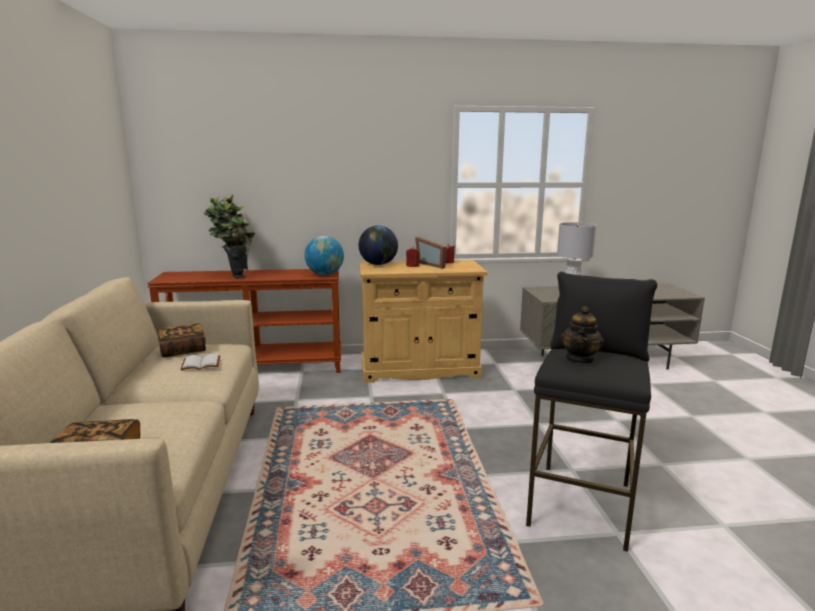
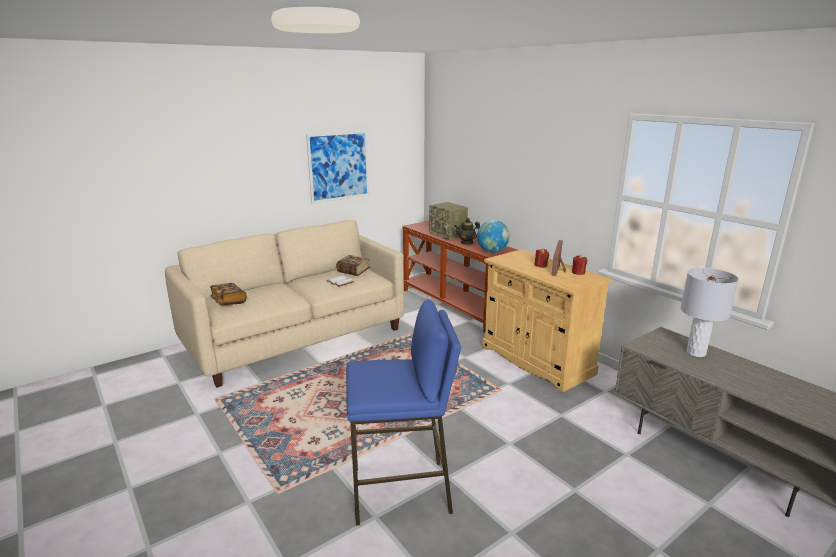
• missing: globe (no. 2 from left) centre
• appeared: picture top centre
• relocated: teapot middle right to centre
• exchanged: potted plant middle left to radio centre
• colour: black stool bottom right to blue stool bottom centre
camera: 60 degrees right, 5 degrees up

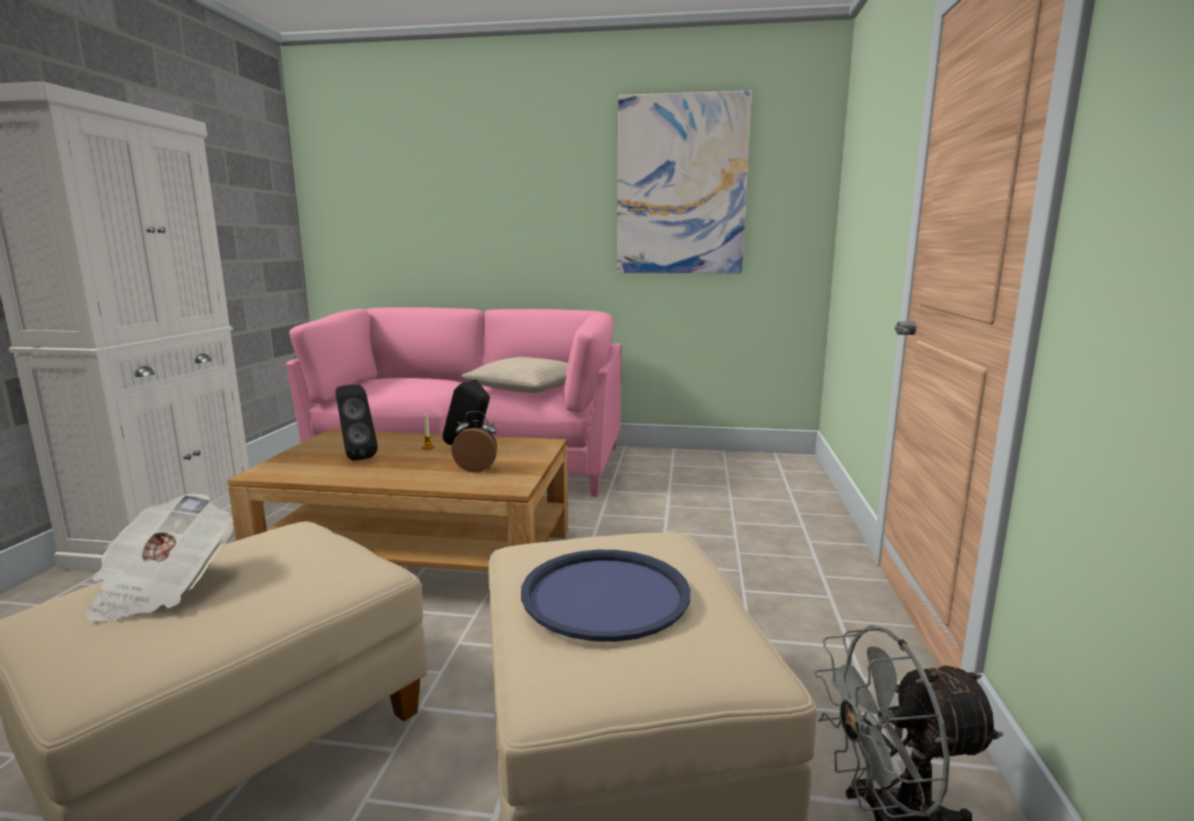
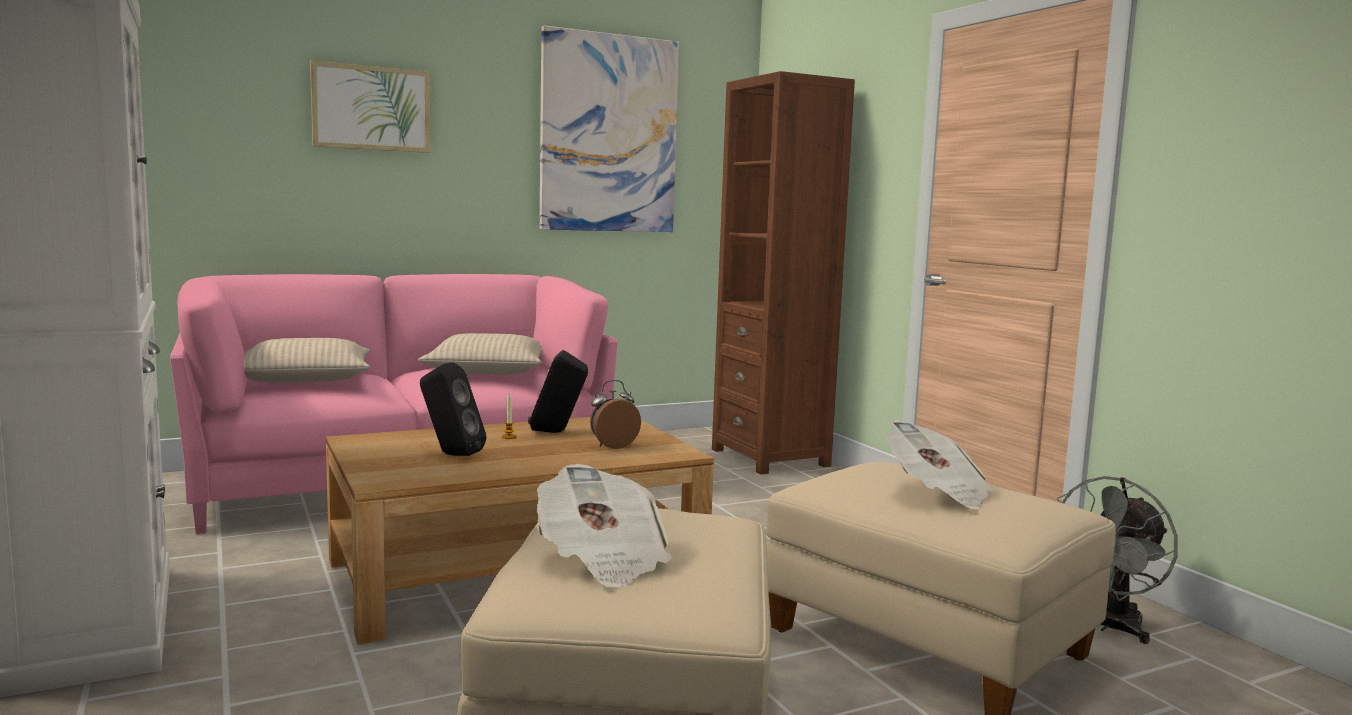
• appeared: beige pillow (no. 1 from left) middle left
• appeared: picture (no. 1 from left) top left
• appeared: brown bookcase centre
• exchanged: blue tray bottom centre to newspaper (no. 2 from left) middle right
camera: 35 degrees left, 5 degrees down

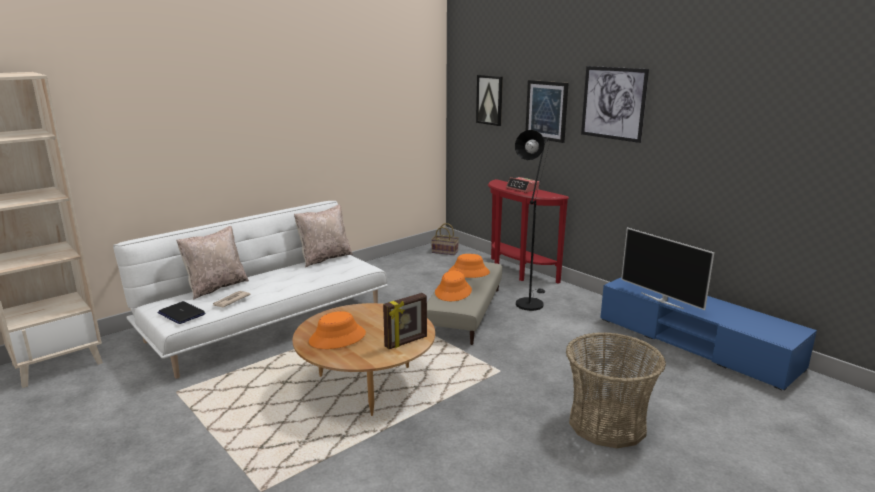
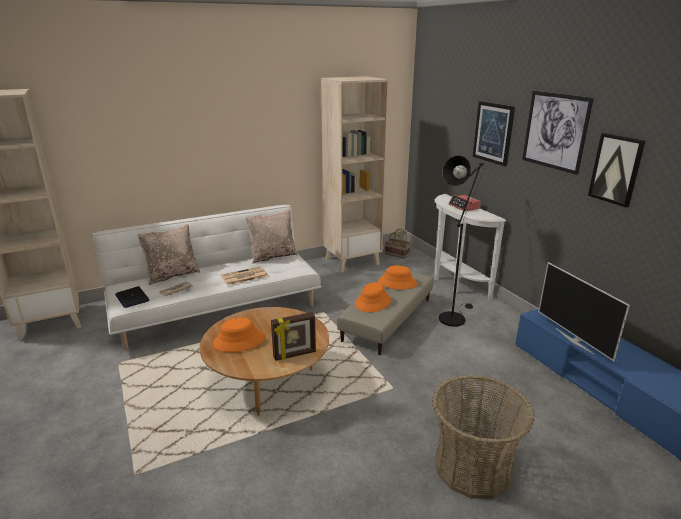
• appeared: newspaper (no. 2 from left) centre
• appeared: beige bookcase (no. 2 from left) centre
• relocated: picture (no. 1 from left in the first image) top centre to picture (no. 3 from left) top right
• colour: red console table centre to white console table middle right
camera: 15 degrees right, 5 degrees up

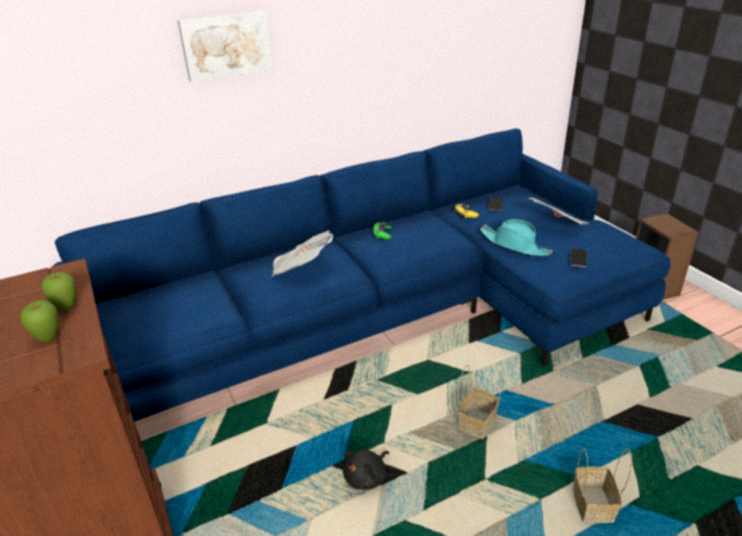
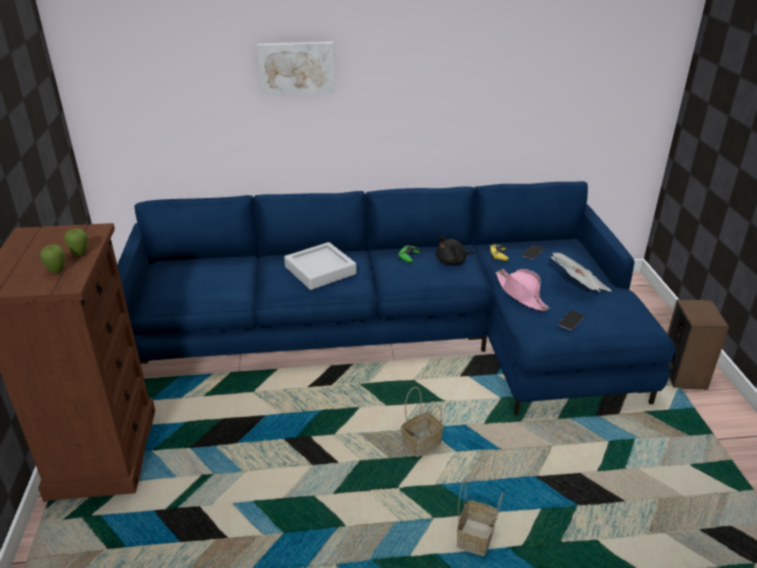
• relocated: black plush toy bottom centre to centre
• exchanged: newspaper (no. 1 from left) centre to grey tray centre
• colour: turquoise hat middle right to pink hat middle right
camera: 20 degrees right, 0 degrees up

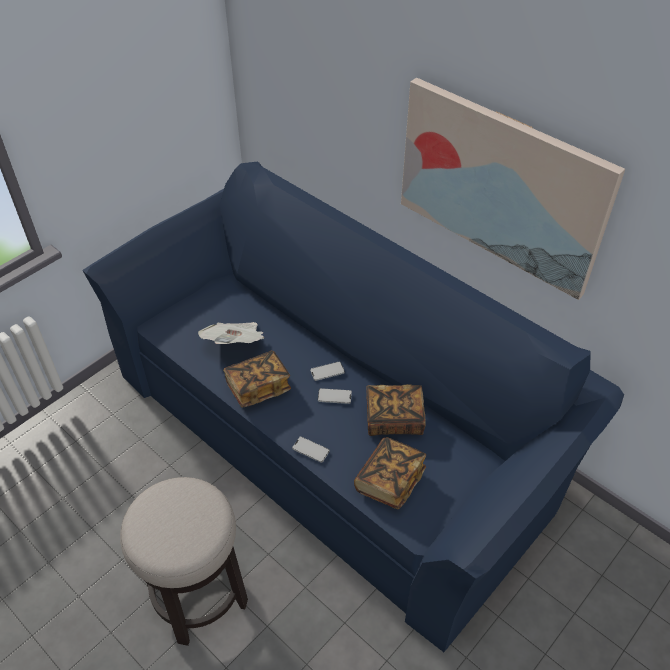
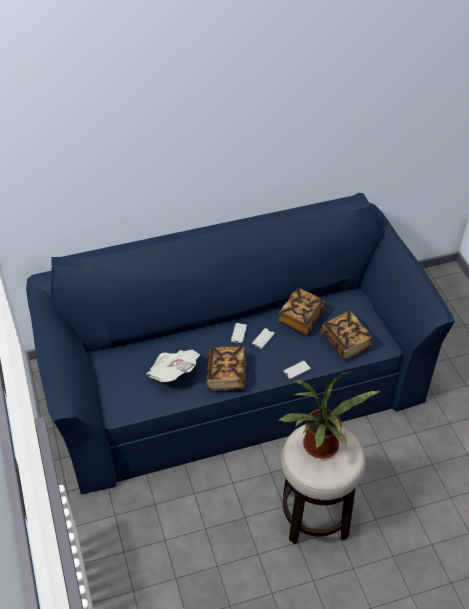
• missing: picture top right
• appeared: potted plant bottom right
camera: 60 degrees left, 0 degrees up

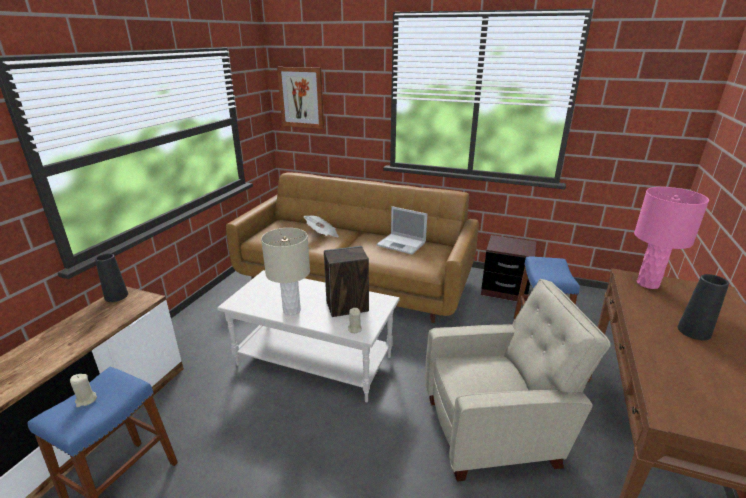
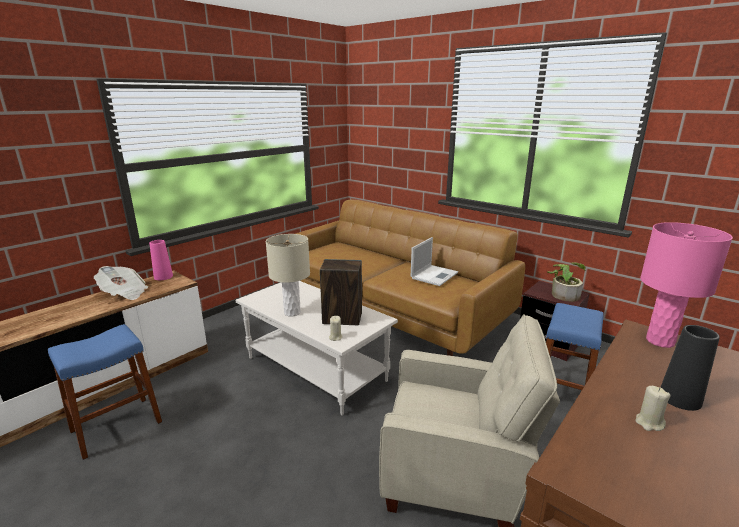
• missing: picture top centre
• appeared: potted plant middle right
• relocated: beige candle (no. 1 from left in the first image) bottom left to beige candle (no. 2 from left) bottom right
• relocated: newspaper centre to middle left
• colour: black vase (no. 1 from left) middle left to pink vase middle left
• spun: laptop centre = centre 105 degrees counterclockwise
camera: 20 degrees right, 5 degrees down

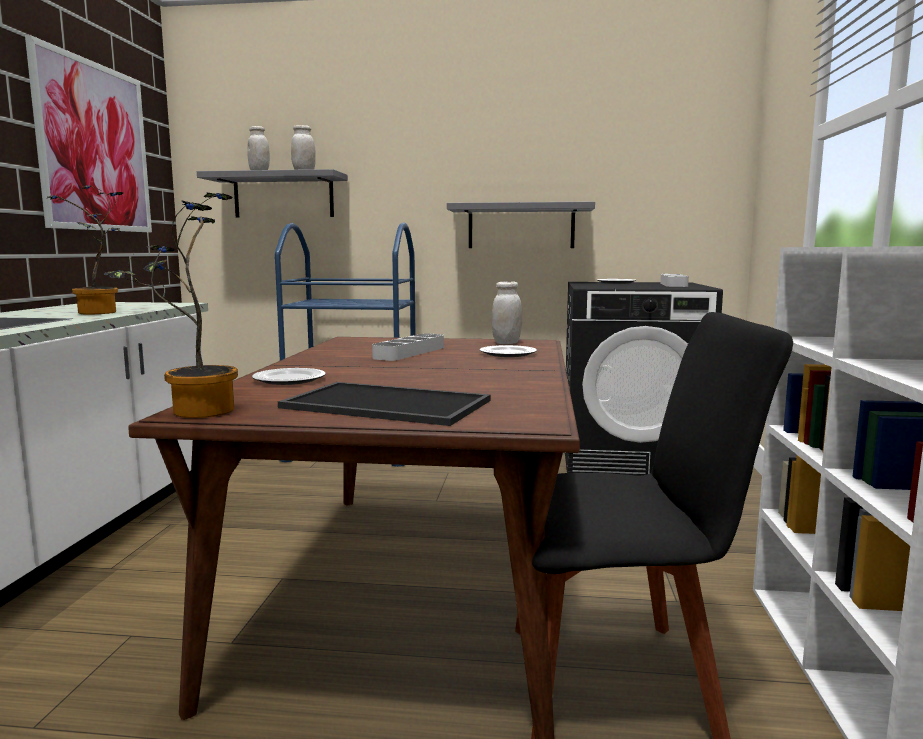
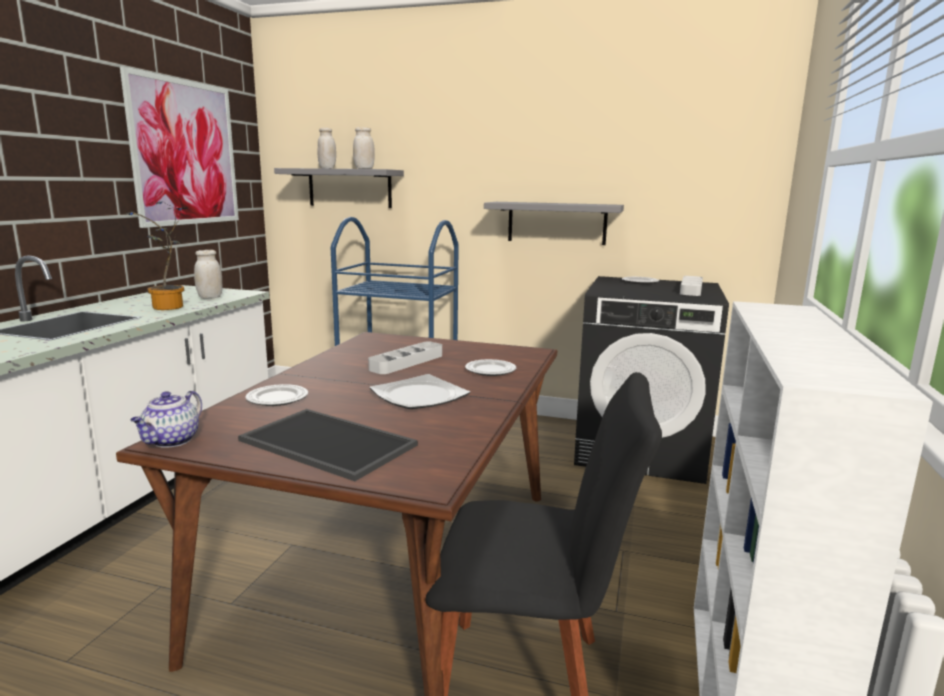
• appeared: plate (no. 2 from left) centre
• relocated: white jar (no. 3 from left in the first image) centre to white jar (no. 1 from left) middle left
• exchanged: potted plant (no. 2 from left) middle left to teapot middle left
camera: 10 degrees right, 5 degrees up

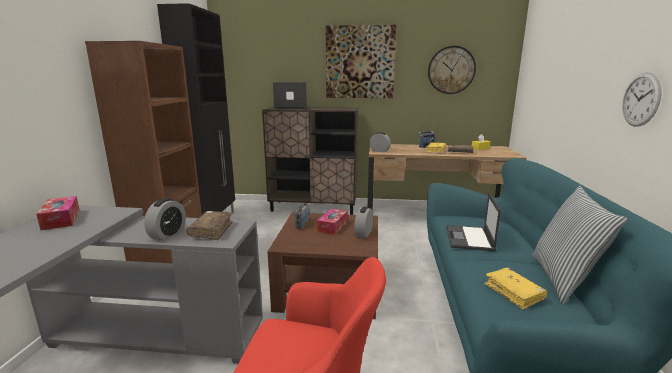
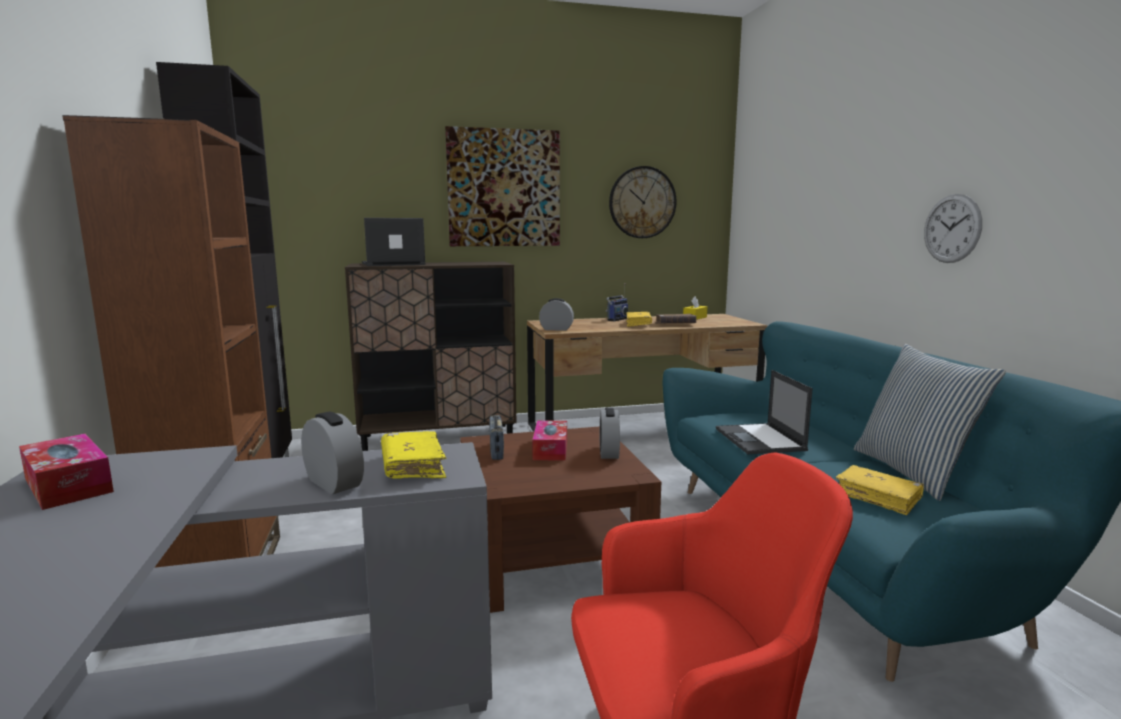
• colour: brown book (no. 1 from left) middle left to yellow book (no. 1 from left) centre
• spun: alarm clock (no. 1 from left) middle left = middle left 45 degrees counterclockwise
camera: 20 degrees left, 5 degrees down

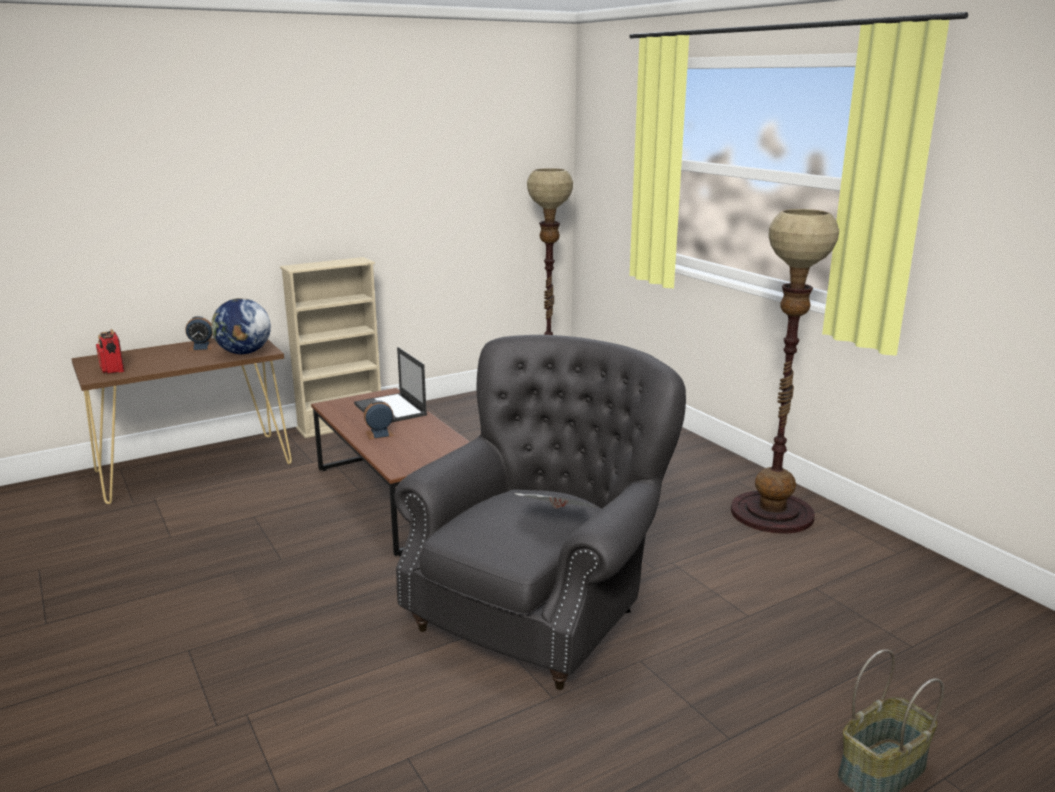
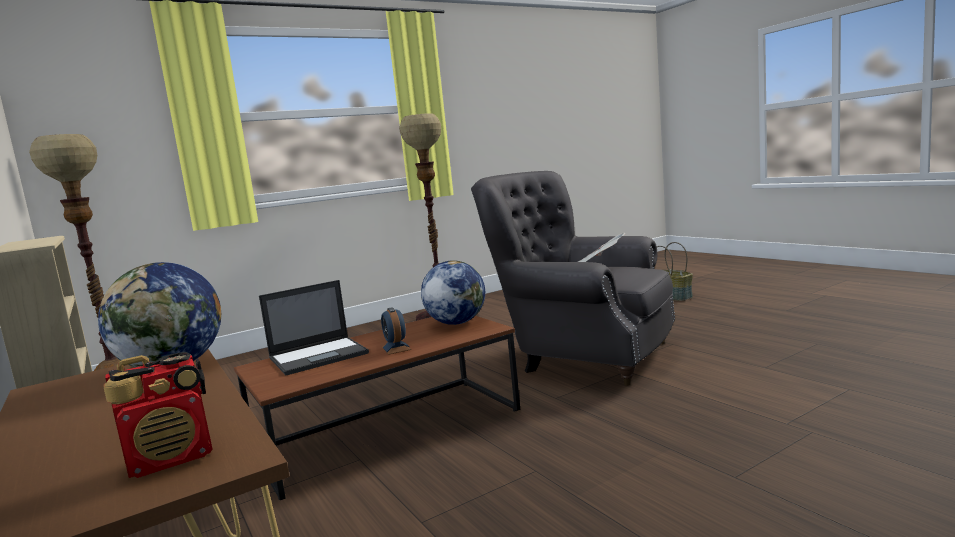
• missing: alarm clock (no. 1 from left) middle left
• appeared: globe (no. 2 from left) centre
camera: 90 degrees left, 10 degrees down

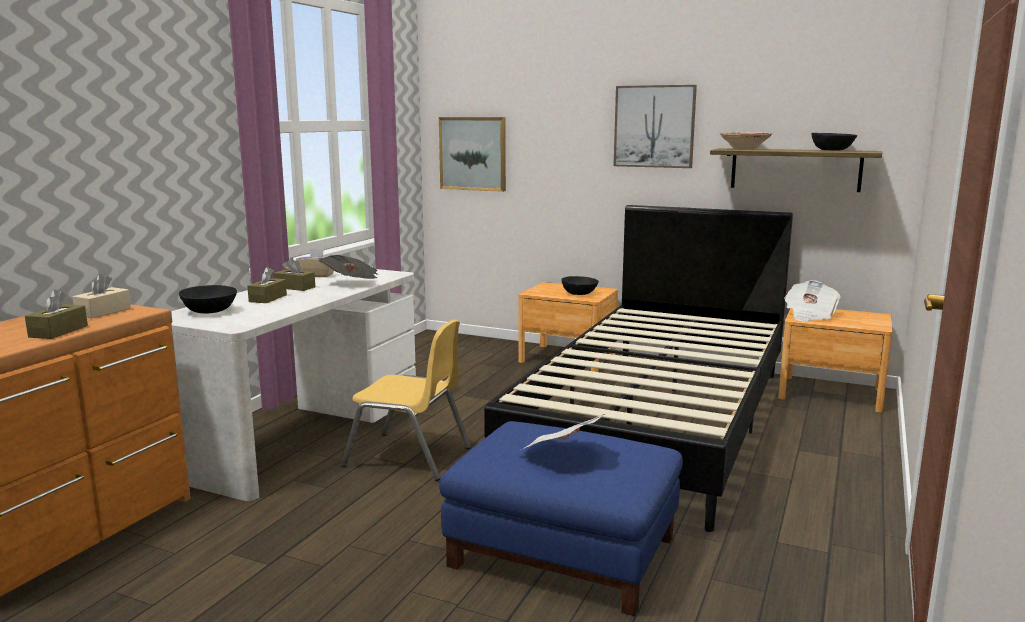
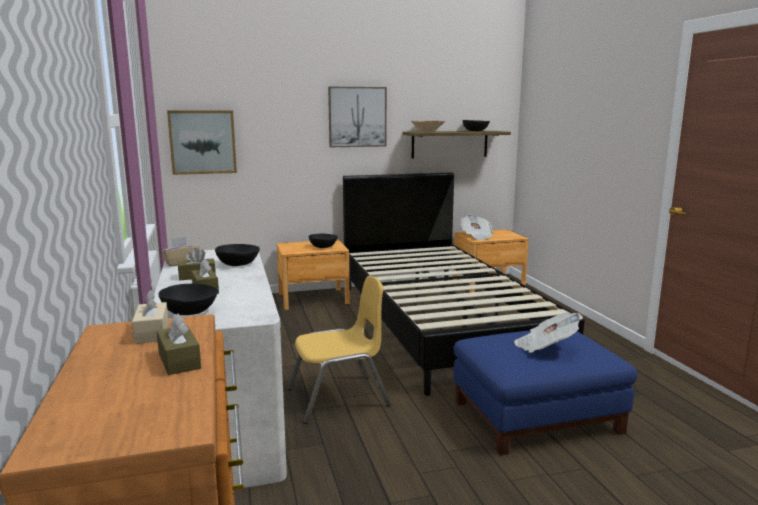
• exchanged: newspaper (no. 1 from left) centre to black bowl (no. 2 from left) middle left
camera: 40 degrees left, 0 degrees up

